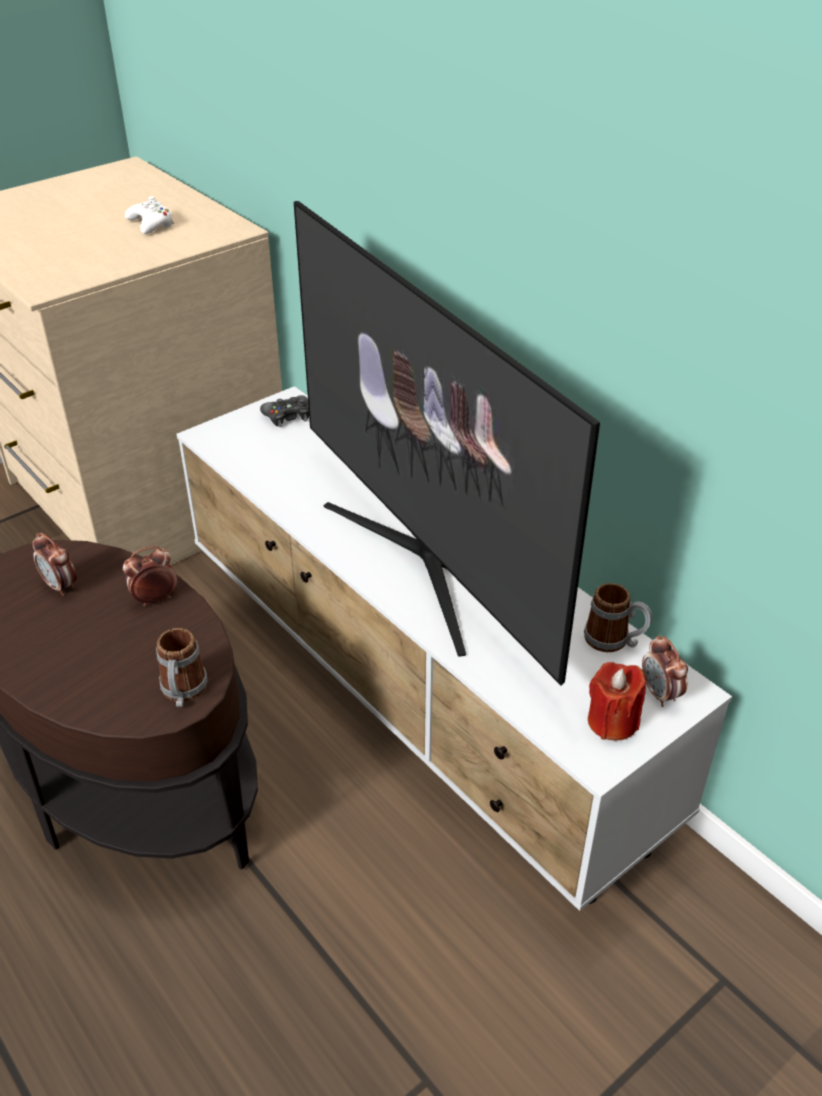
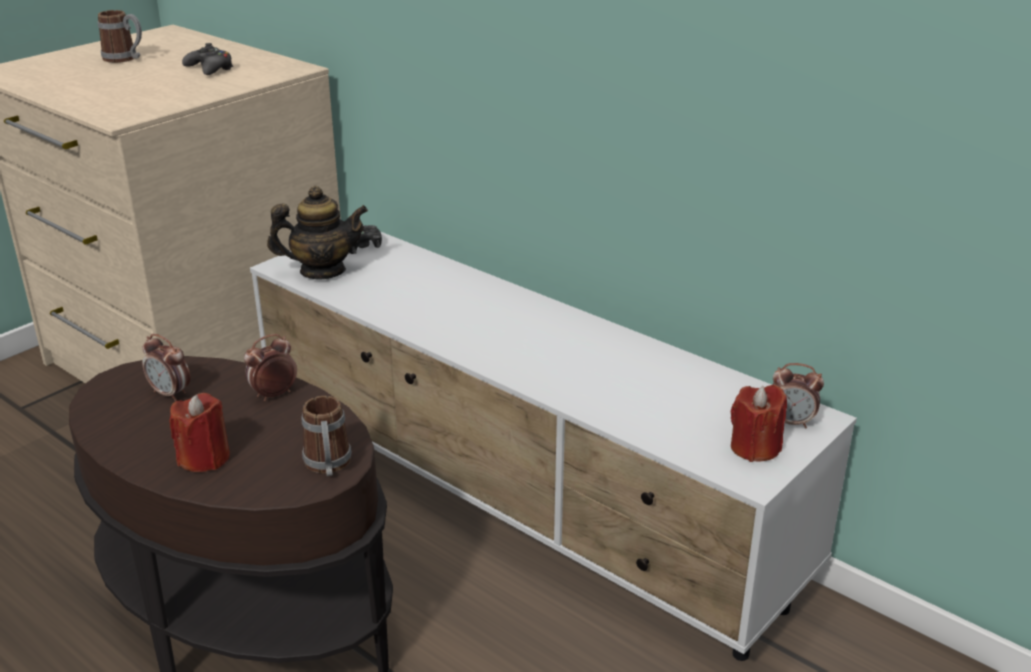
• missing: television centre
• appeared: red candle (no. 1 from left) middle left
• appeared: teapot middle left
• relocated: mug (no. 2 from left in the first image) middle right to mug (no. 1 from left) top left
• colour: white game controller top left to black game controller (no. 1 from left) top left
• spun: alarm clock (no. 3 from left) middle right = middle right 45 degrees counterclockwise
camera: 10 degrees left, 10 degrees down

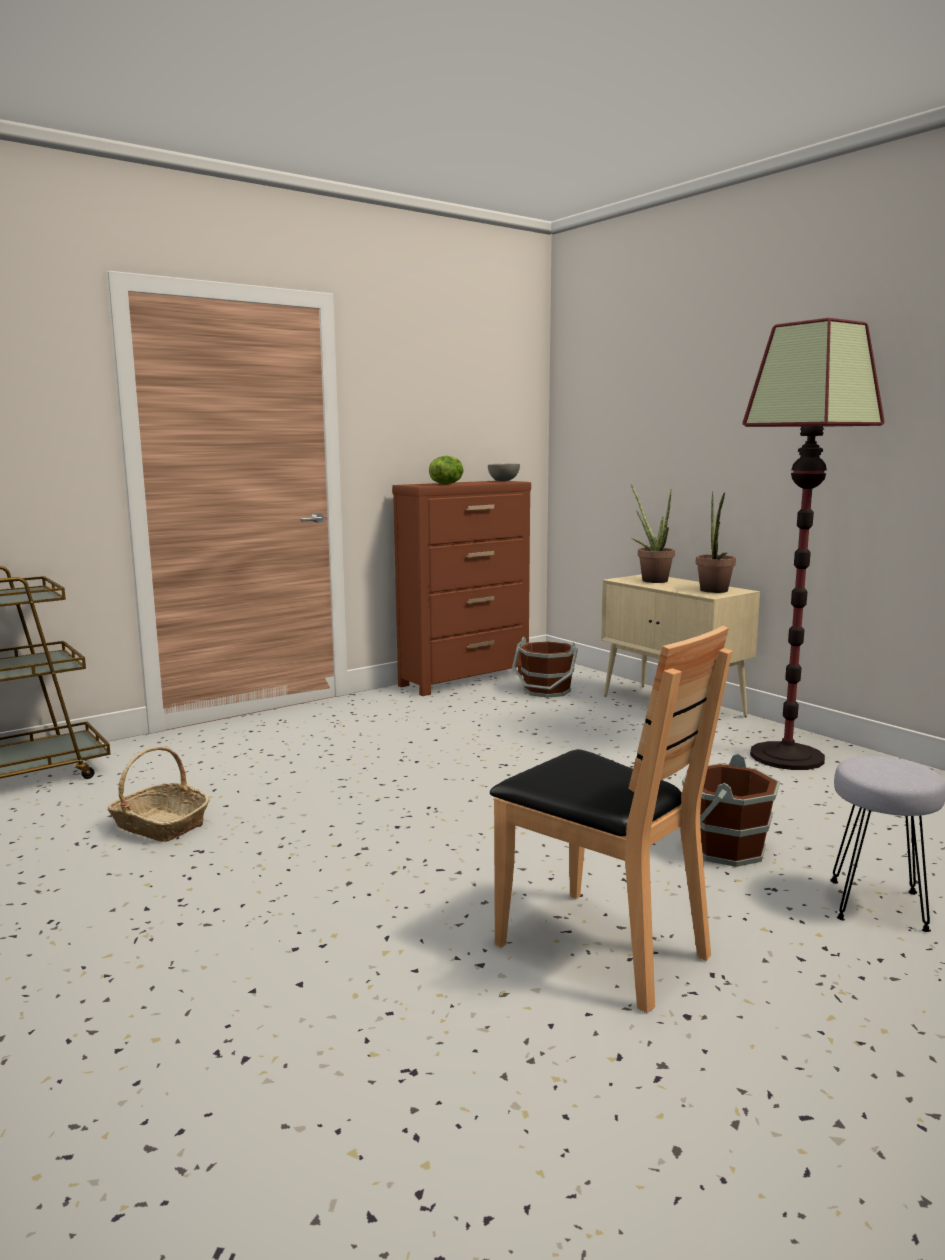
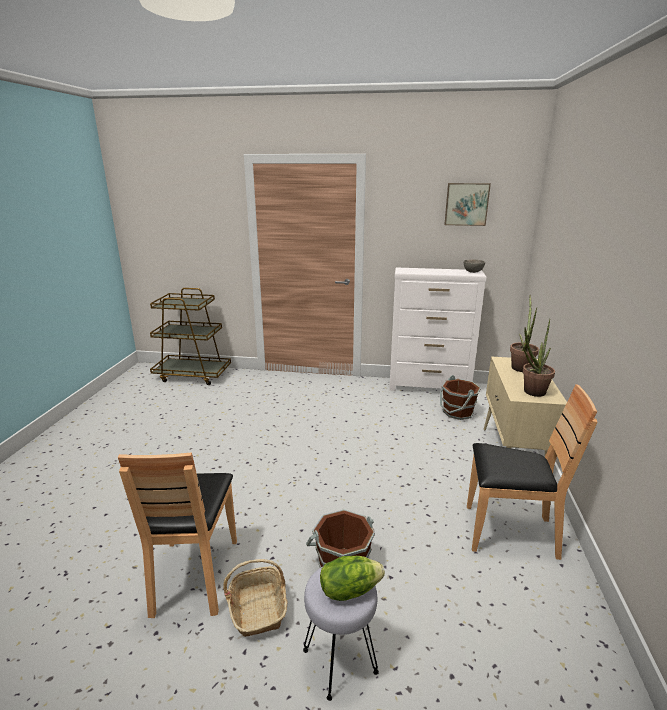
• appeared: picture top right
• relocated: basket middle left to bottom centre
• relocated: lettuce centre to bottom centre
• exchanged: floor lamp middle right to brown chair (no. 2 from left) middle right
• colour: brown dresser centre to white dresser centre
camera: 45 degrees right, 10 degrees up

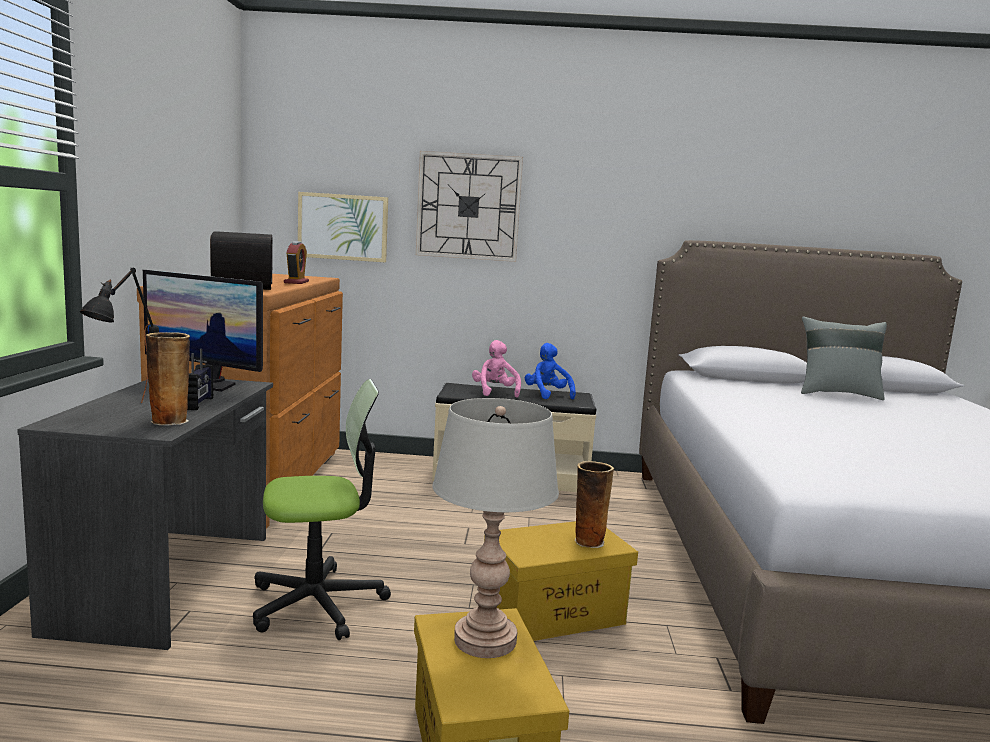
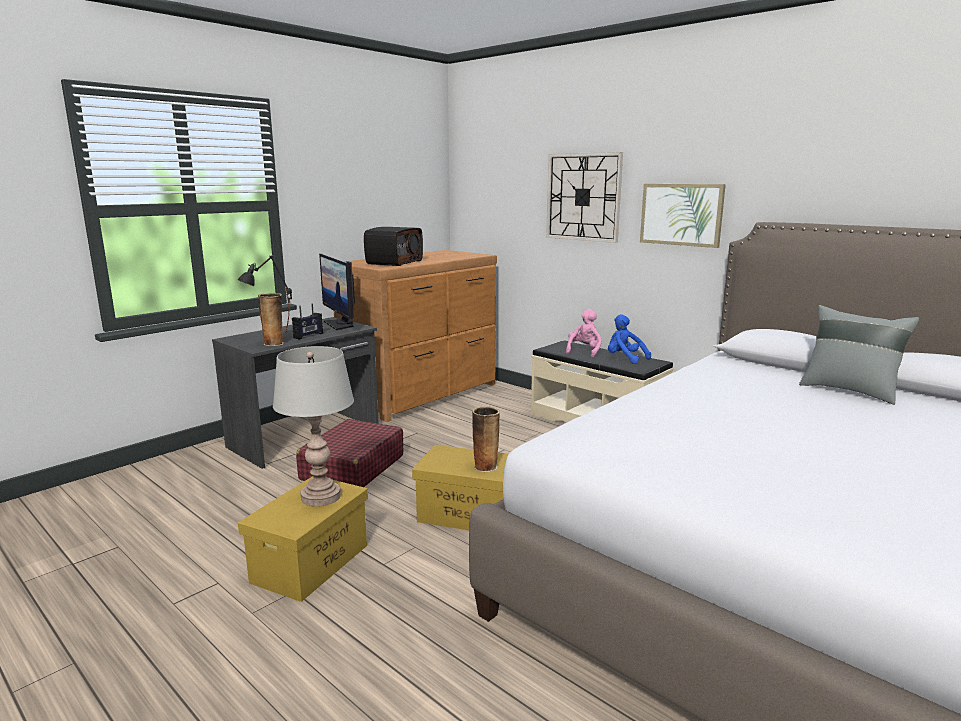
• missing: alarm clock middle left
• relocated: picture top centre to top right
• exchanged: office chair bottom left to red suitcase centre
• spun: blue plush toy centre = centre 60 degrees counterclockwise
camera: 40 degrees right, 5 degrees up

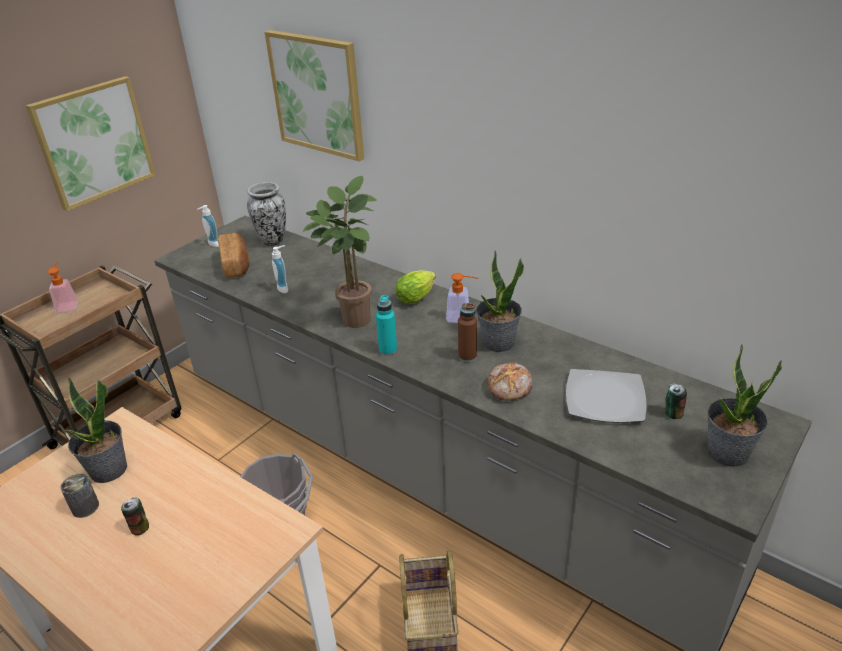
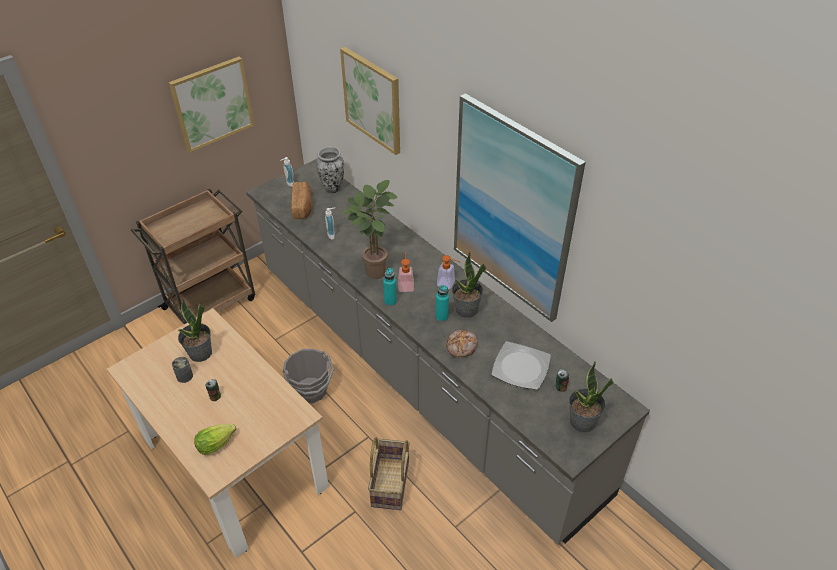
• appeared: picture (no. 3 from left) centre
• relocated: soap dispenser (no. 1 from left in the first image) middle left to soap dispenser (no. 3 from left) centre
• relocated: lettuce centre to bottom left
• colour: brown bottle centre to turquoise bottle (no. 2 from left) centre
camera: 10 degrees right, 10 degrees up

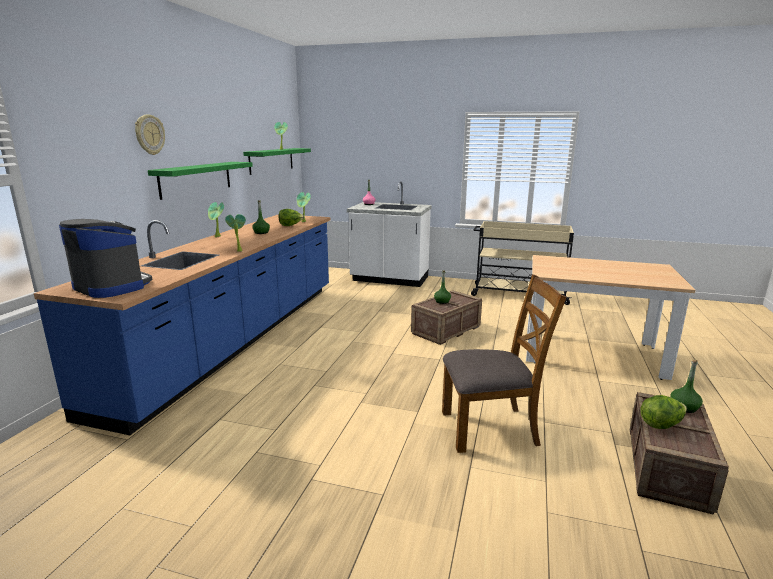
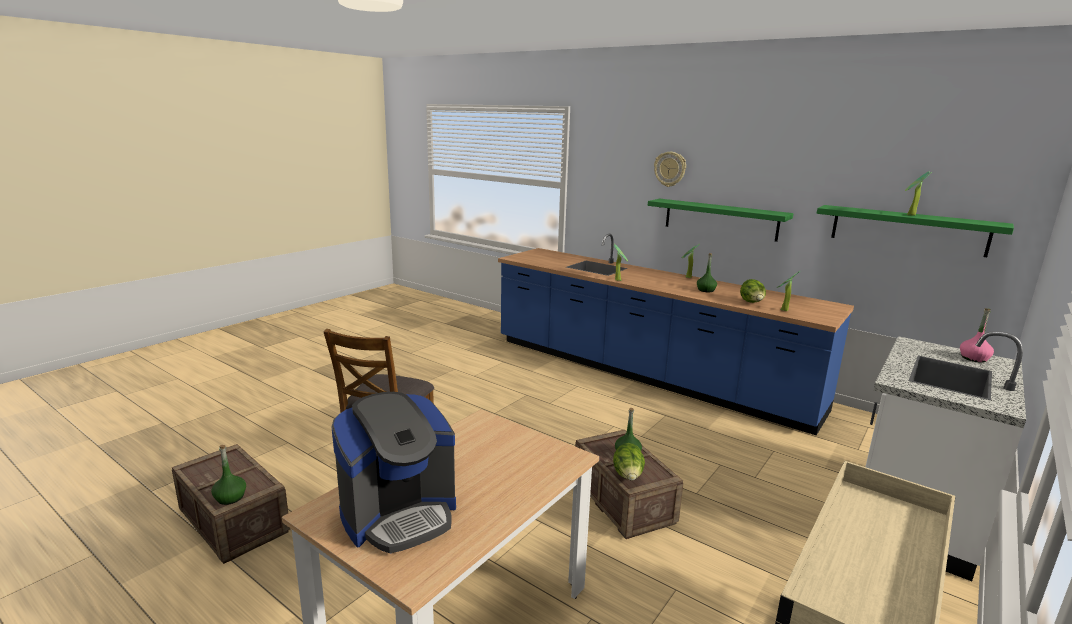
• relocated: coffee machine middle left to bottom centre
• relocated: lettuce (no. 2 from left in the first image) bottom right to lettuce (no. 1 from left) bottom centre
camera: 110 degrees right, 0 degrees up

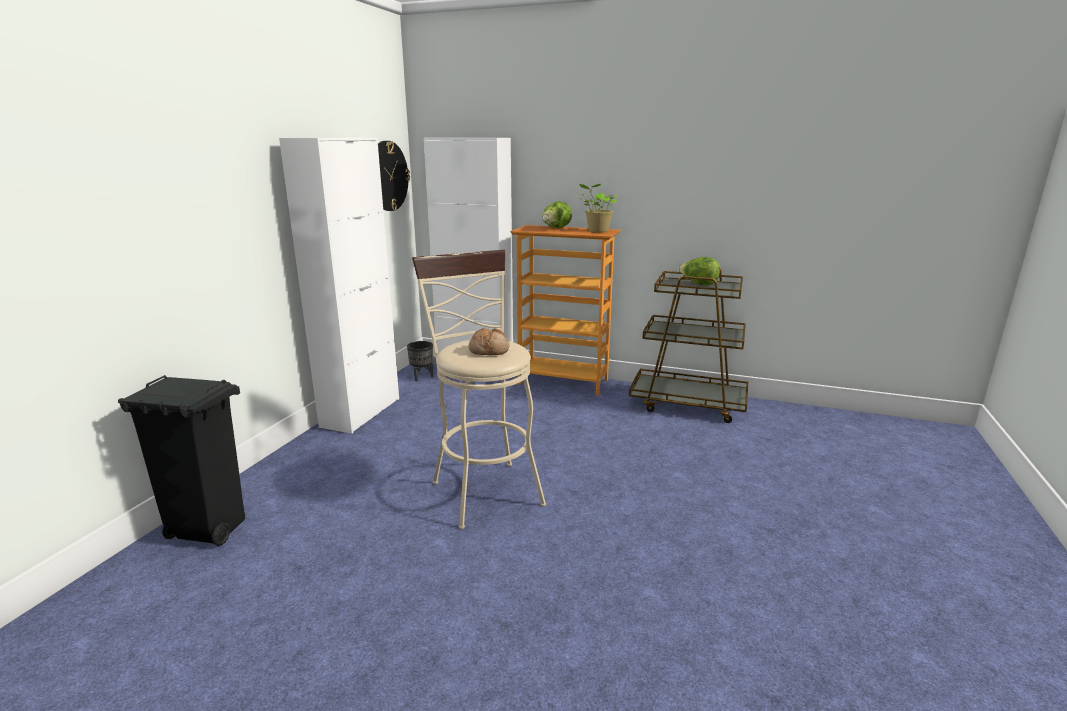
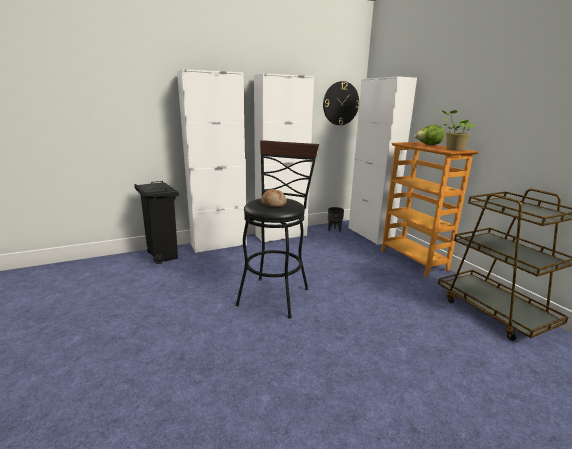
• missing: lettuce (no. 2 from left) centre
• appeared: white cabinet (no. 1 from left) centre
• colour: beige stool centre to black stool centre
camera: 45 degrees right, 0 degrees up

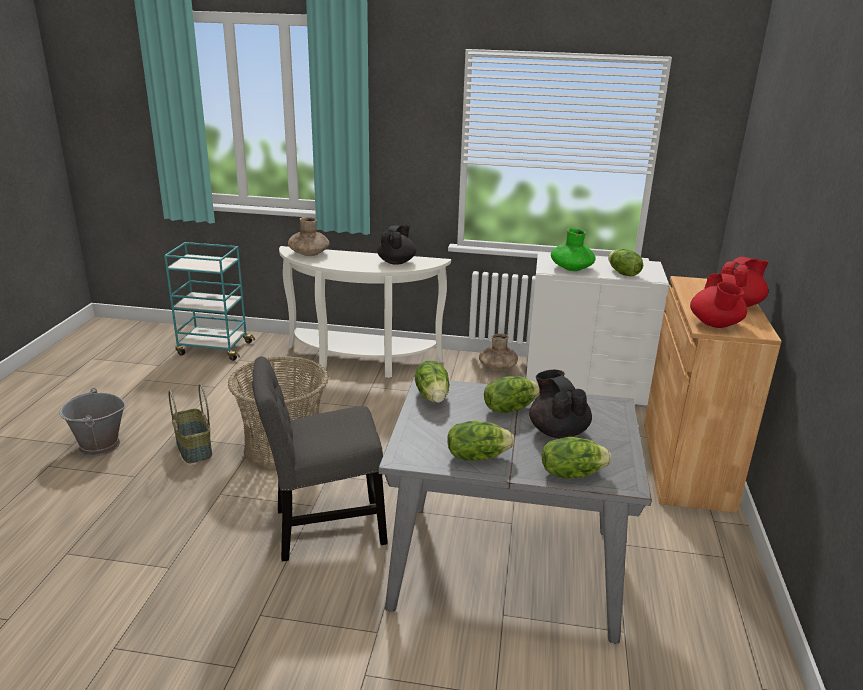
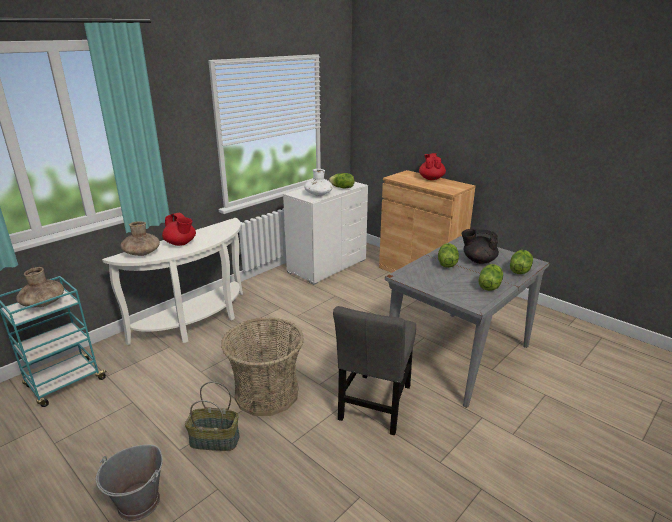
• missing: black teapot (no. 1 from left) centre
• missing: lettuce (no. 1 from left) centre
• relocated: brown vase (no. 2 from left in the first image) centre to brown vase (no. 1 from left) middle left
• relocated: red teapot (no. 1 from left) middle right to middle left
• colour: green vase centre to white vase centre
camera: 55 degrees left, 0 degrees up

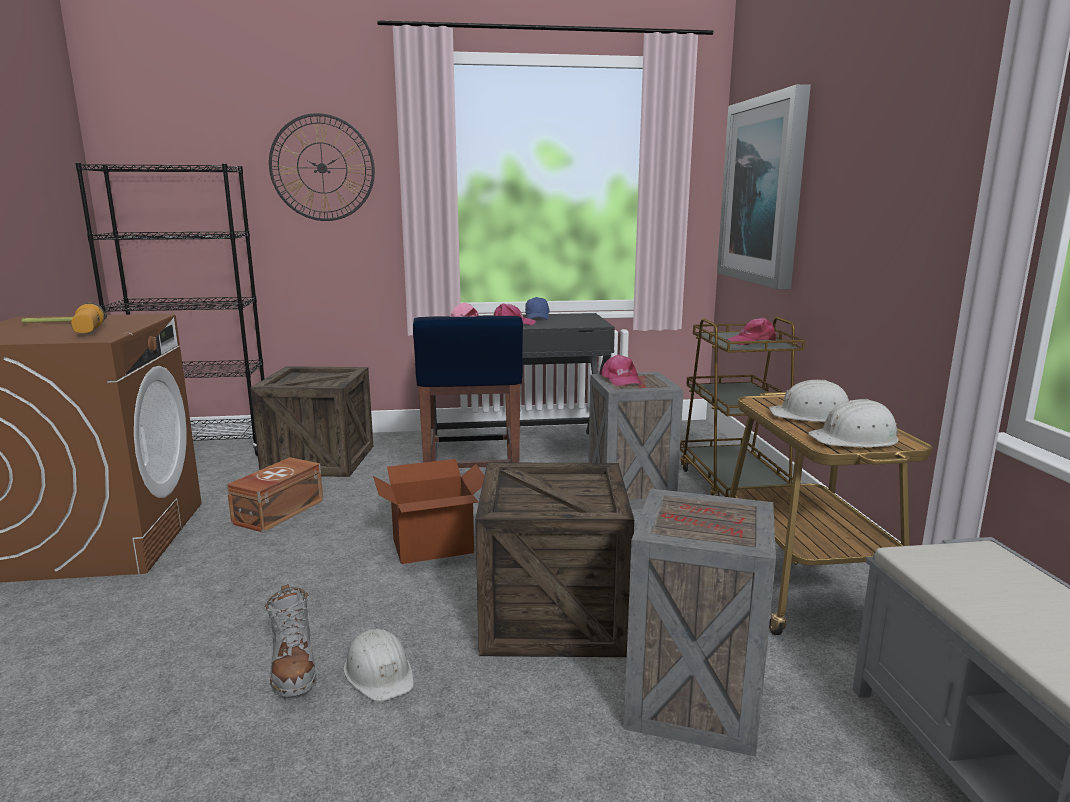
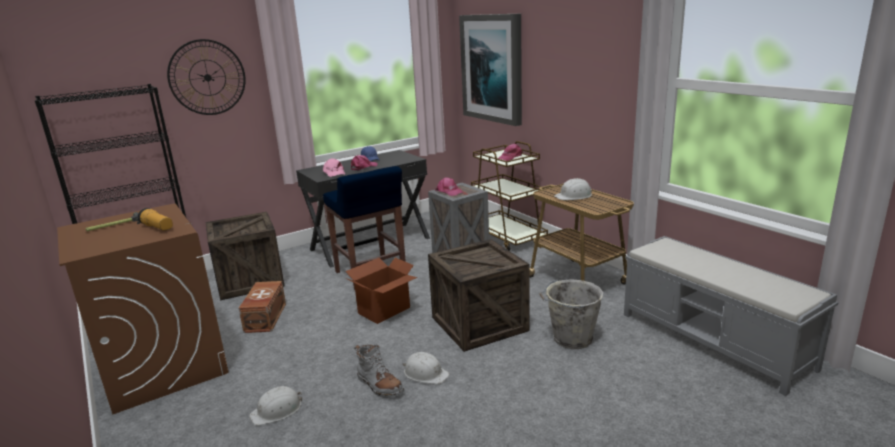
• relocated: white hard hat (no. 3 from left in the first image) middle right to white hard hat (no. 1 from left) bottom left
• exchanged: crate (no. 4 from left) bottom centre to grey bucket bottom centre
camera: 25 degrees left, 5 degrees up

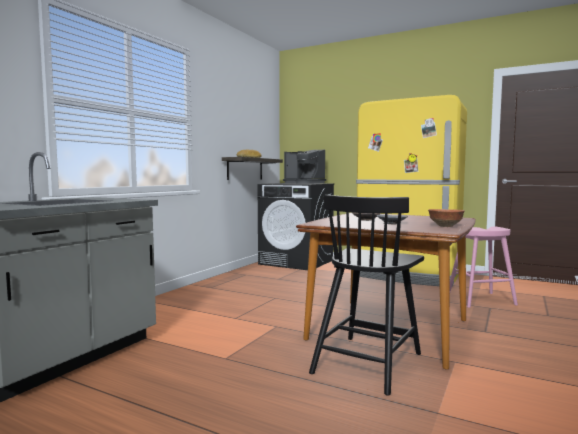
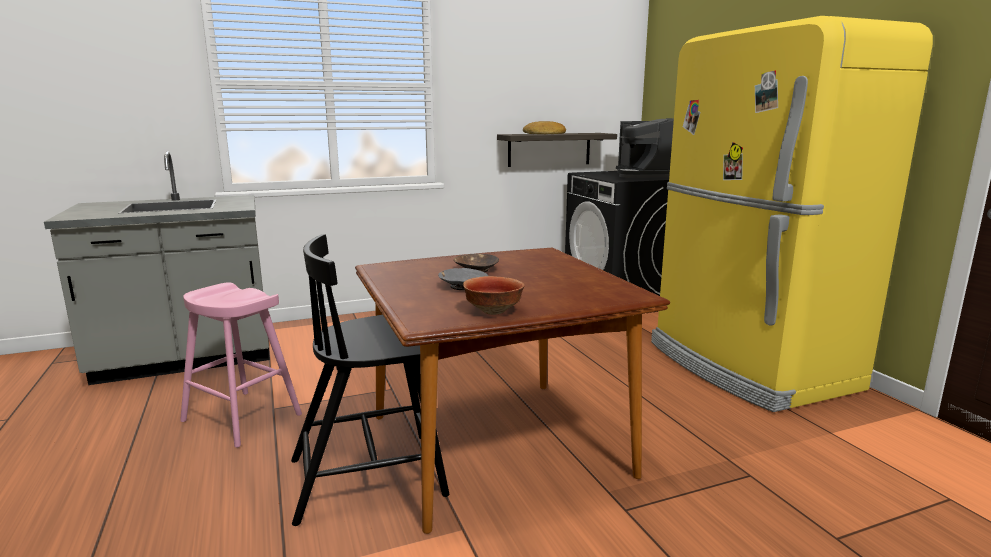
• relocated: pink stool middle right to middle left
camera: 40 degrees right, 10 degrees up

